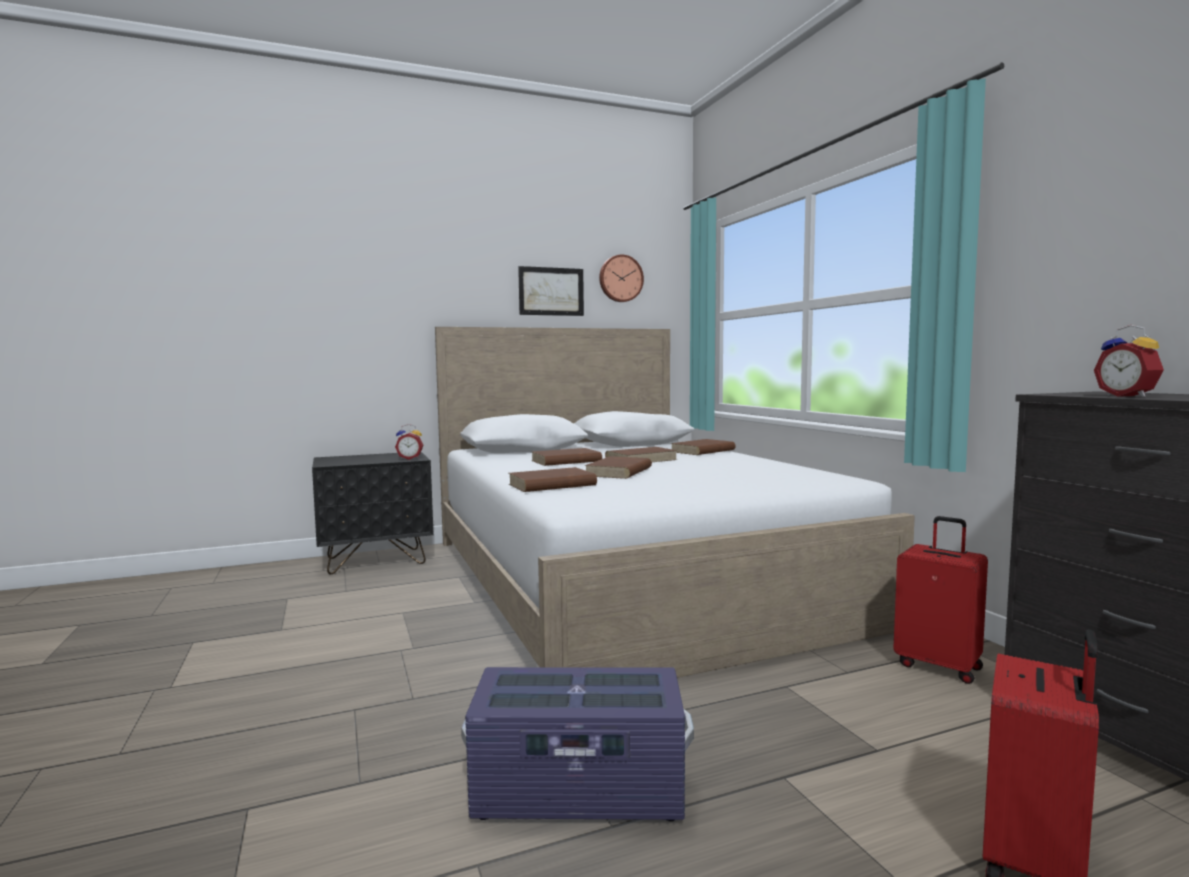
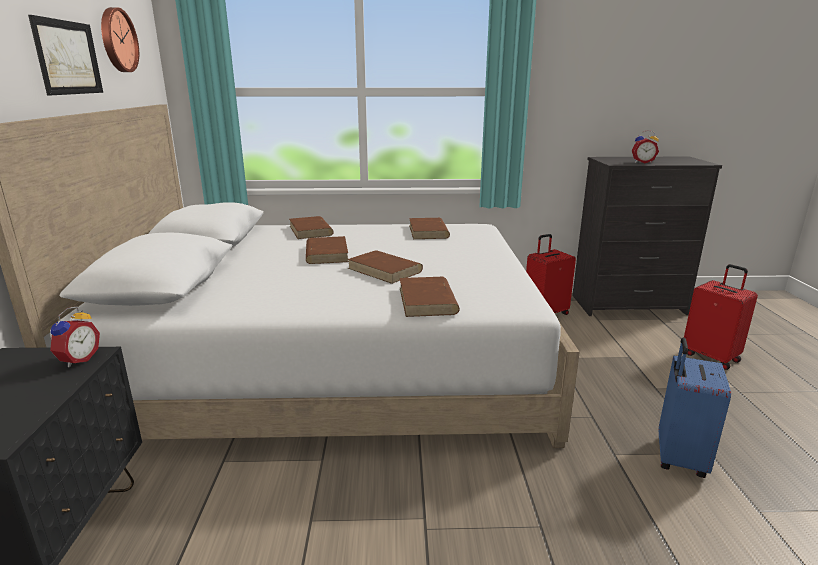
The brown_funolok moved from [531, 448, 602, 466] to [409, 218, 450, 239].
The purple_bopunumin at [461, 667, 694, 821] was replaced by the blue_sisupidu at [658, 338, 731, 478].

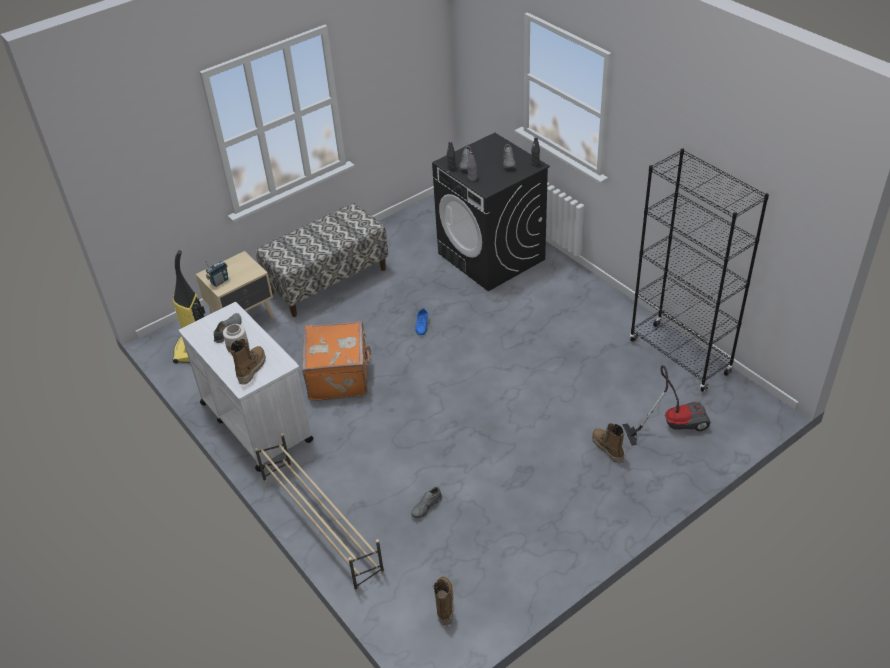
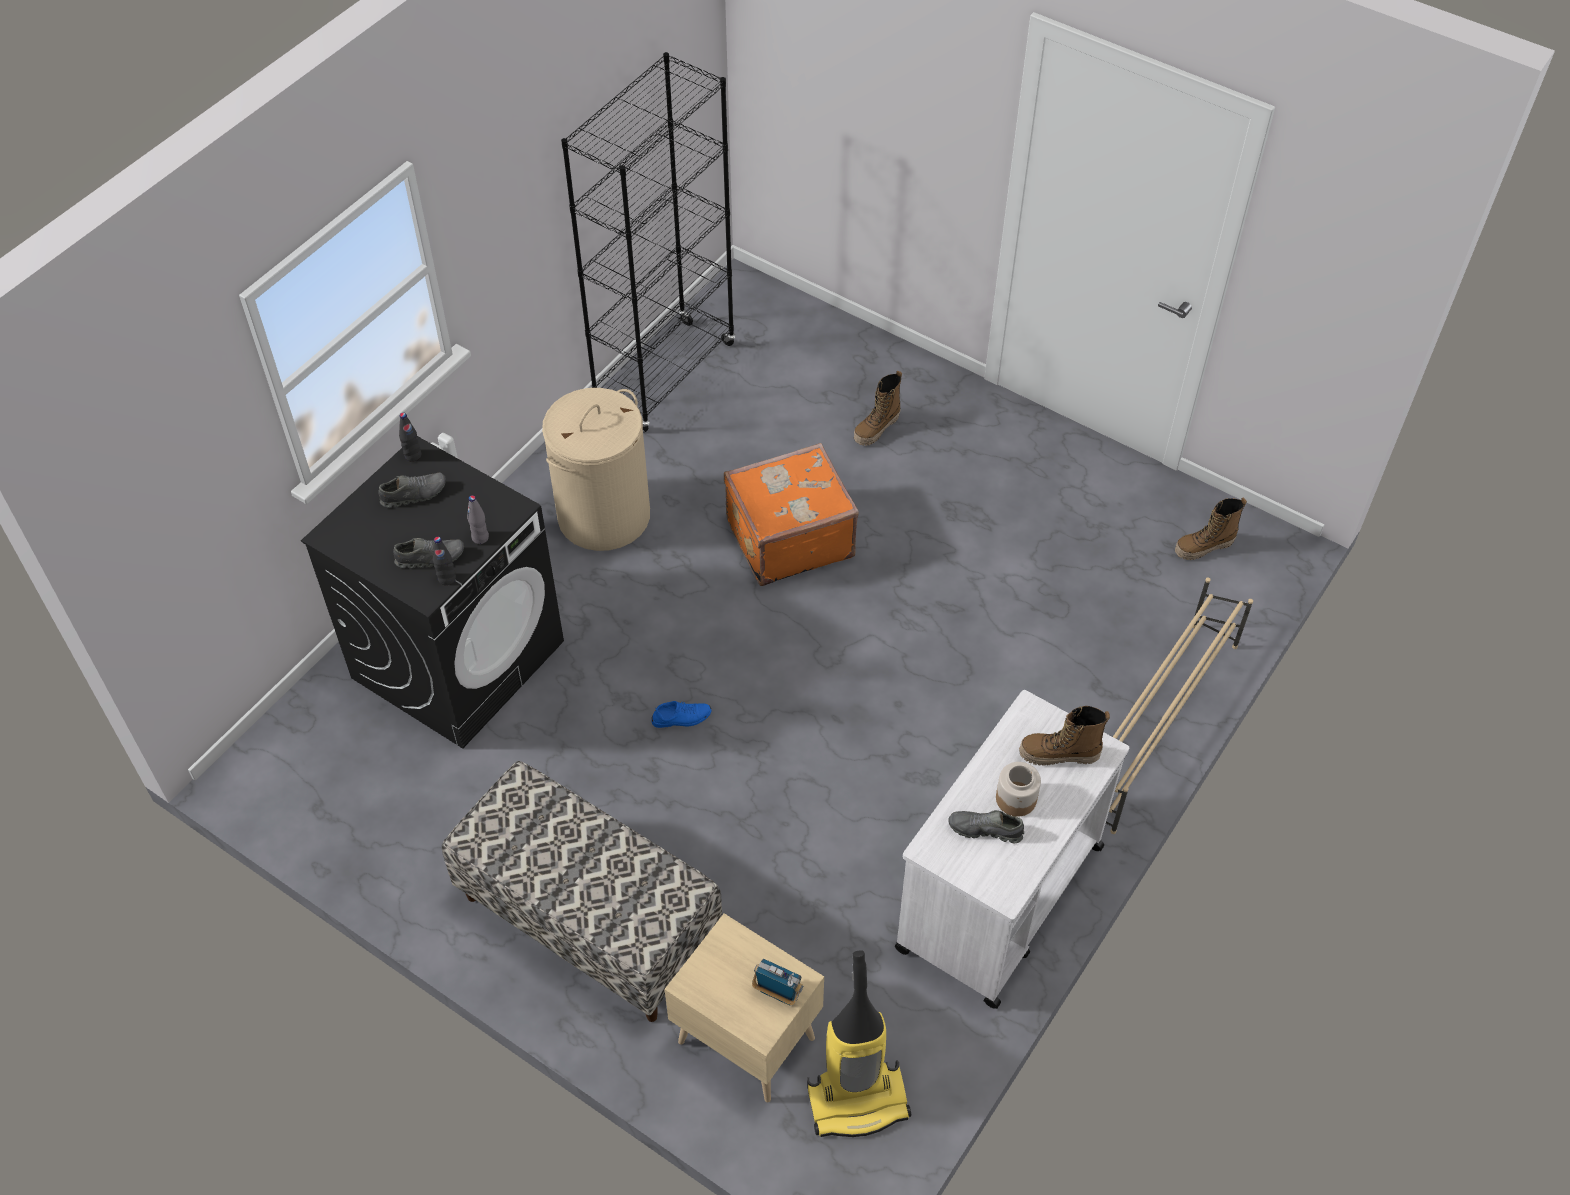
The orange_sisupidu moved from [302, 321, 371, 401] to [724, 443, 859, 586].
The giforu at [622, 365, 711, 446] disappeared.
The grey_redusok at [411, 486, 442, 519] disappeared.
The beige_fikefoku at [542, 388, 650, 551] appeared.

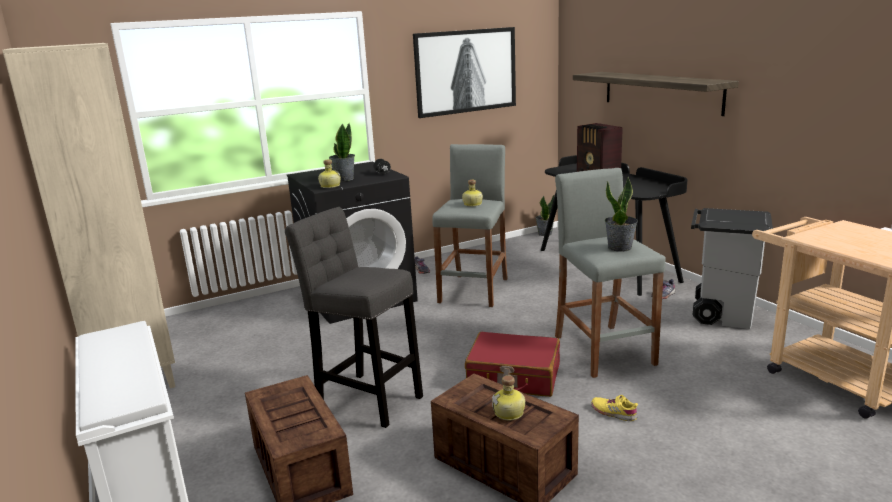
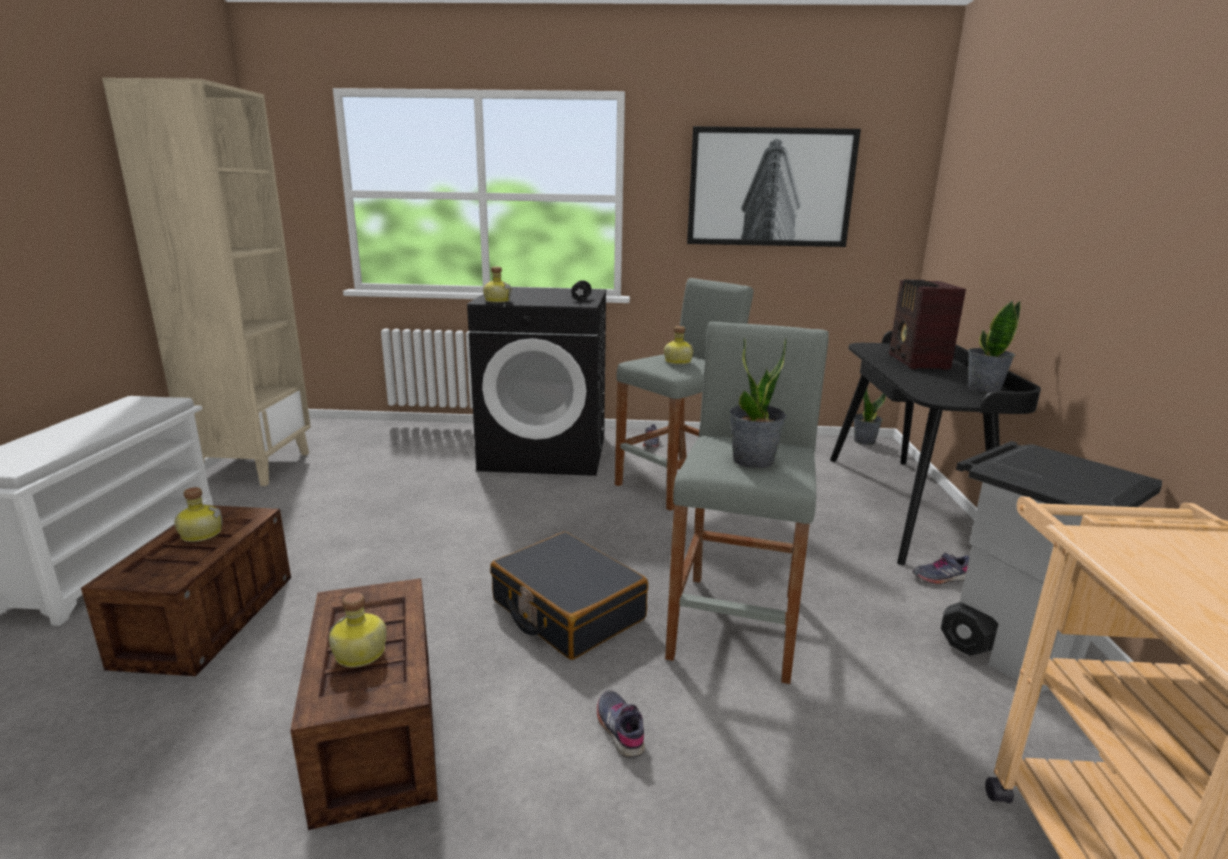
The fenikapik at [573, 72, 739, 116] disappeared.
The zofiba moved from [329, 123, 355, 181] to [968, 301, 1021, 393].
The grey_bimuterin at [285, 207, 423, 428] disappeared.
The red_sisupidu at [465, 332, 560, 397] became the black_sisupidu at [490, 532, 648, 660].
The yellow_redusok at [591, 395, 638, 421] became the grey_redusok at [597, 690, 645, 758].
The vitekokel at [174, 487, 223, 542] appeared.

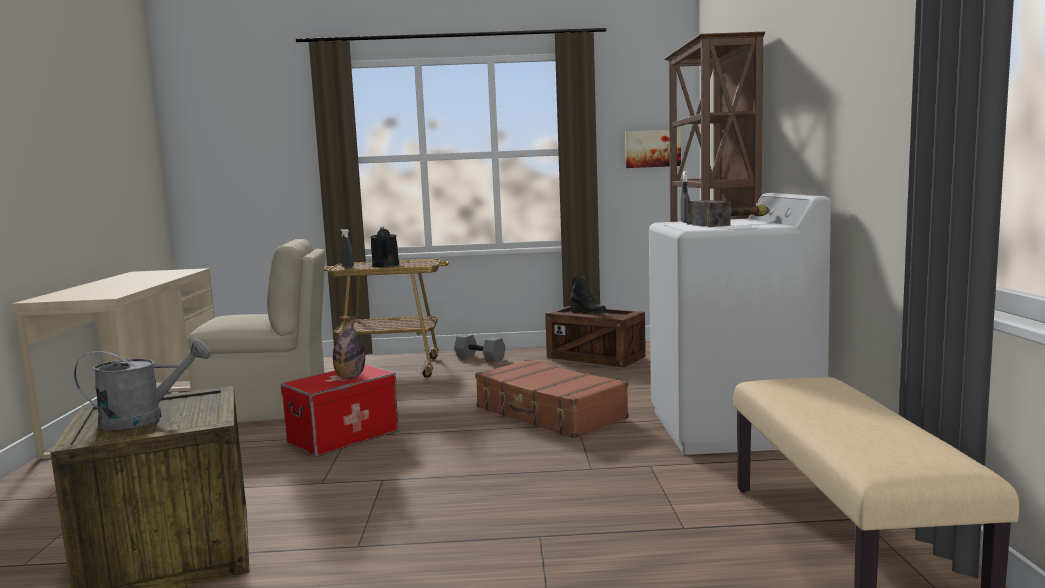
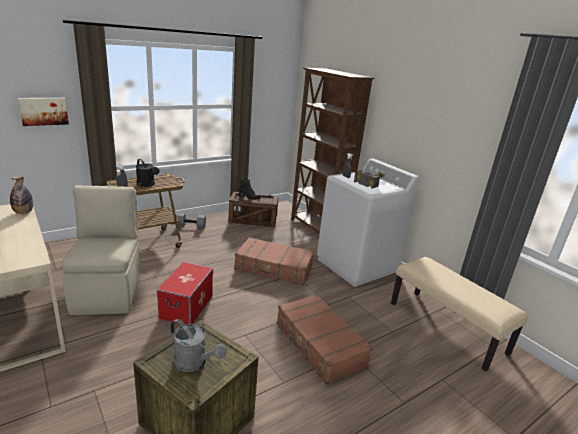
The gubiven moved from [625, 129, 681, 168] to [18, 98, 69, 126].
The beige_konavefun at [188, 239, 326, 423] turned 60 degrees counterclockwise.
The vitekokel moved from [333, 316, 365, 378] to [10, 176, 33, 214].
The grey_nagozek at [74, 339, 211, 430] turned 90 degrees clockwise.
The brown_sisupidu at [277, 294, 373, 384] appeared.

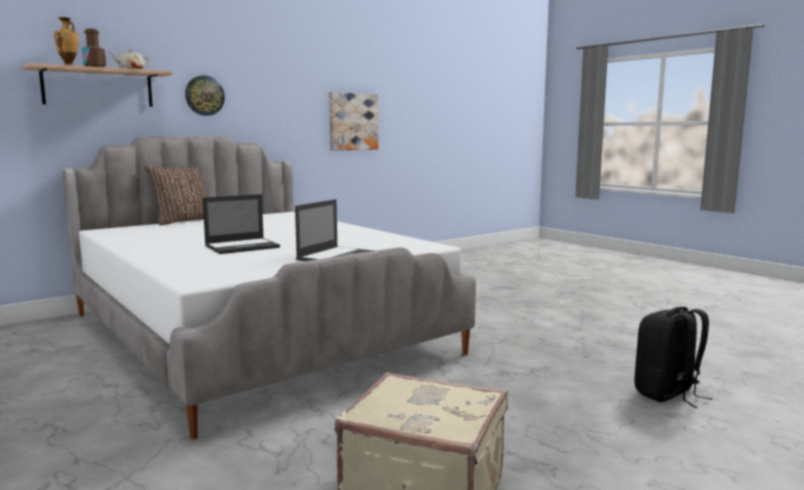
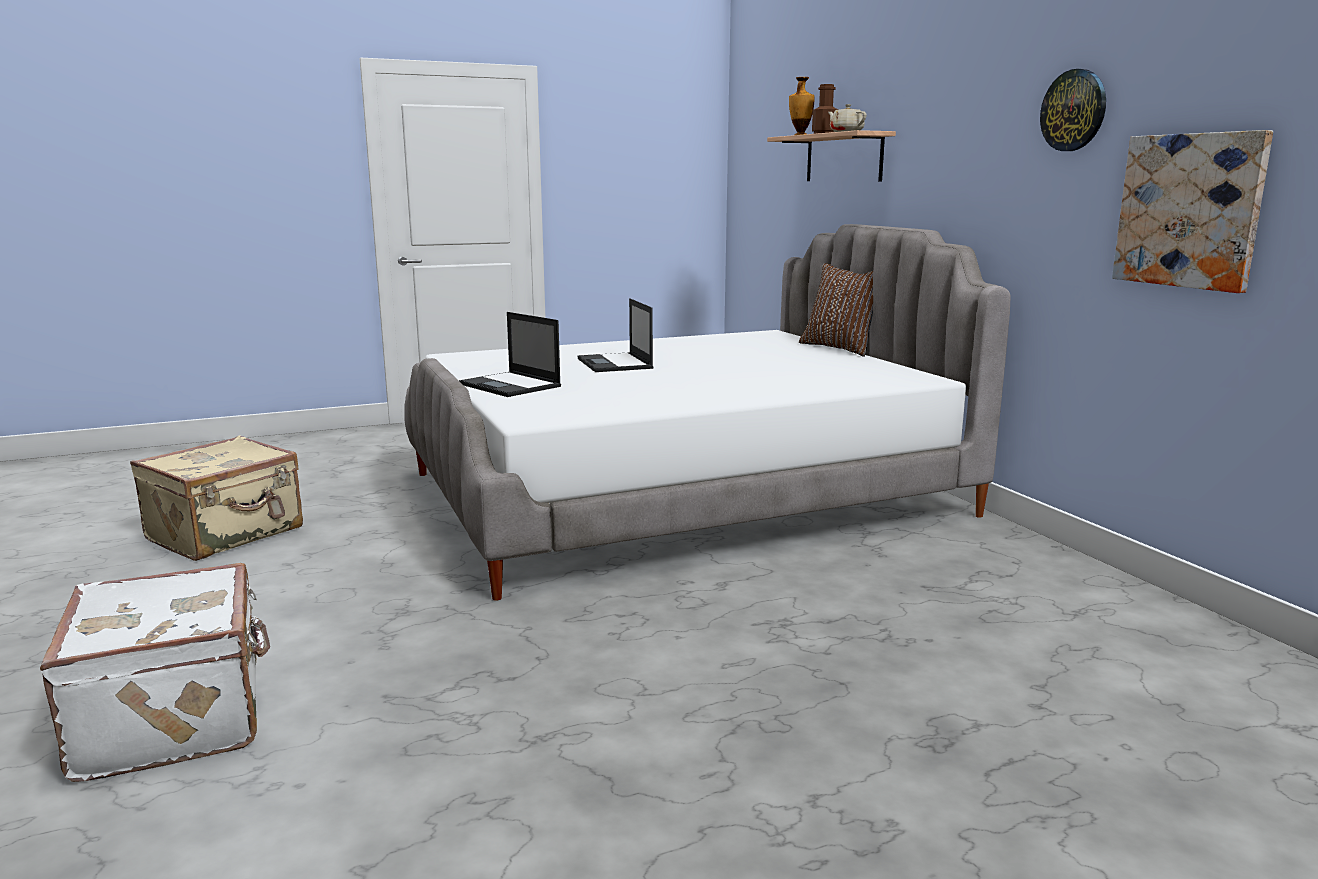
The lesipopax moved from [185, 75, 225, 116] to [1040, 69, 1106, 151].
The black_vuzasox at [635, 307, 712, 408] was replaced by the white_sisupidu at [40, 563, 270, 782].

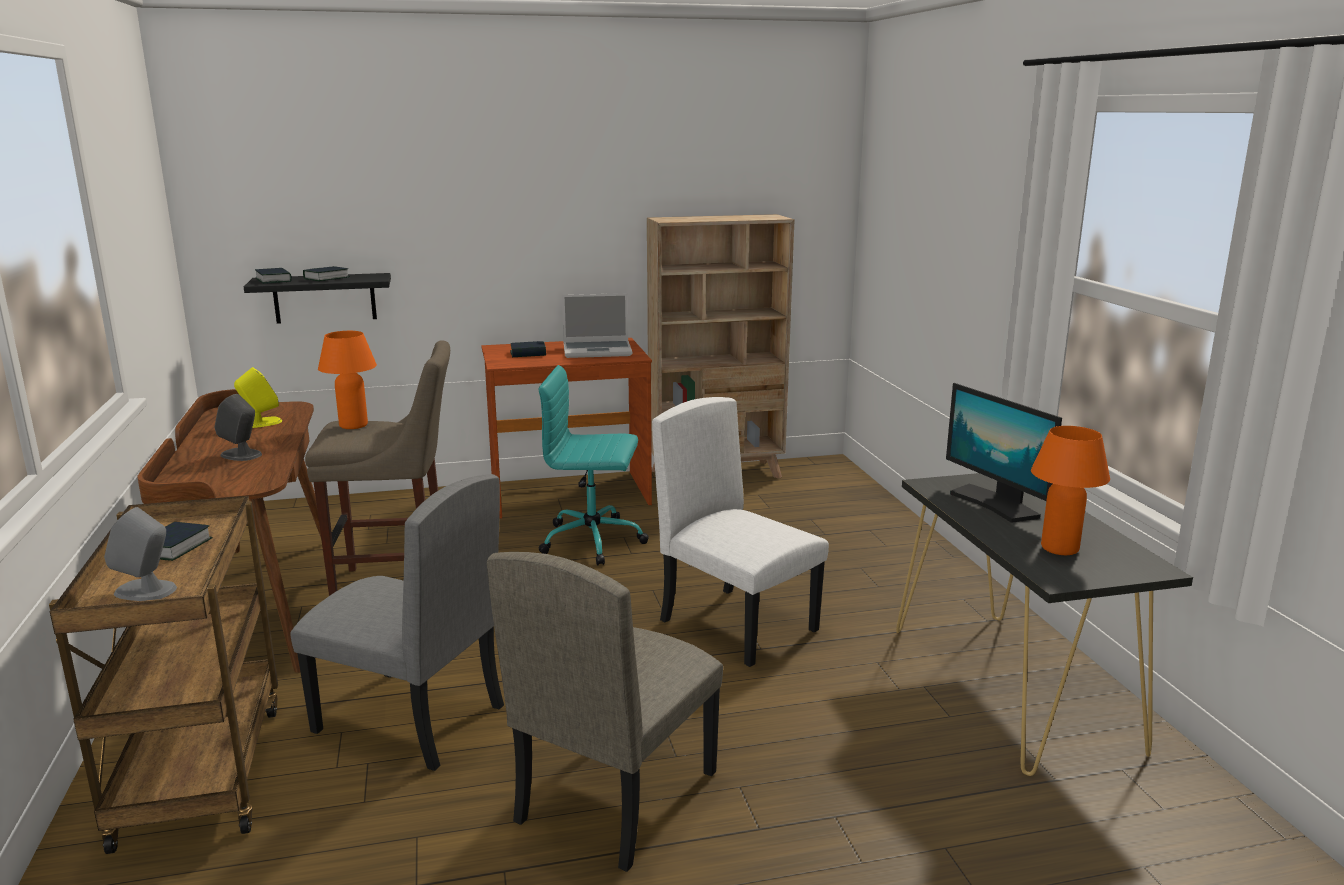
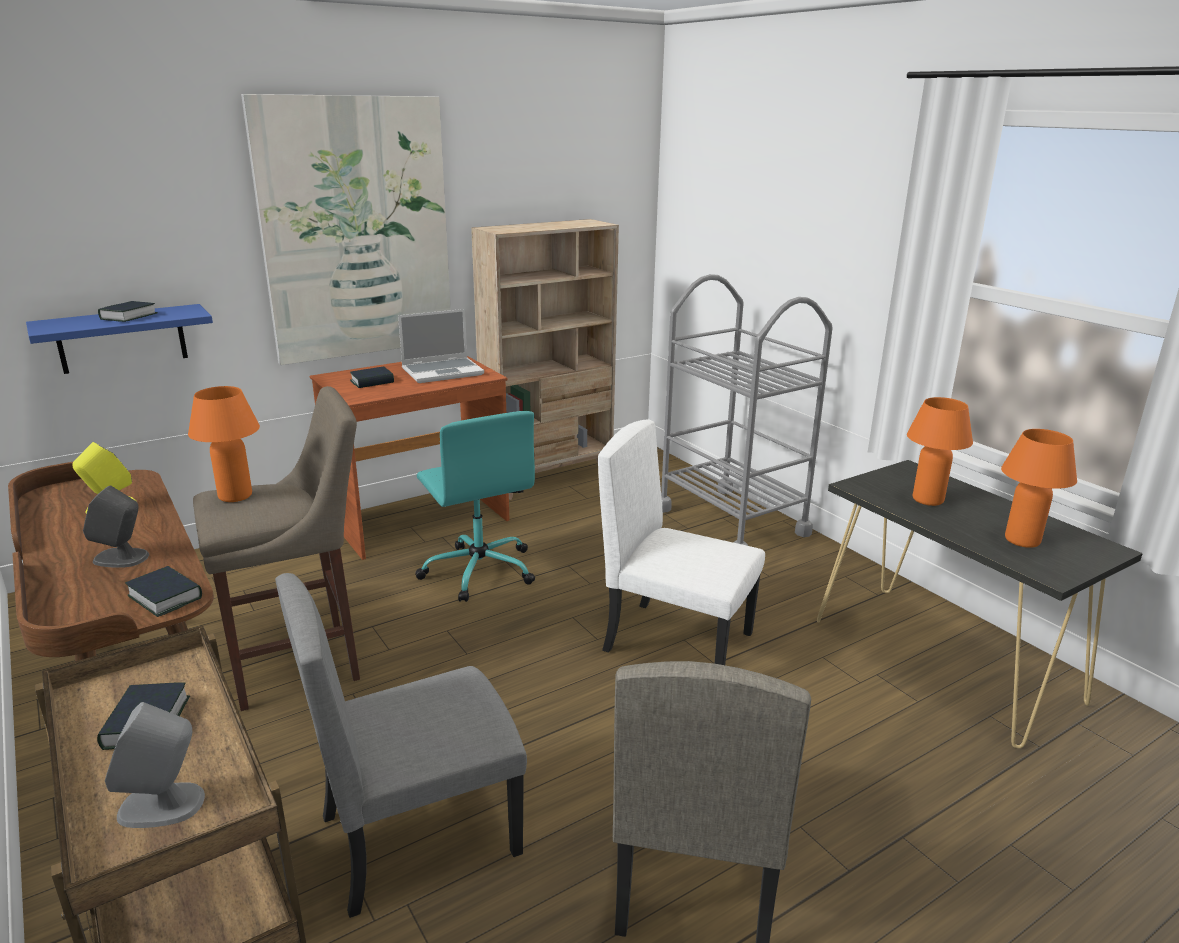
The funolok moved from [255, 268, 292, 284] to [125, 566, 202, 617].
The black_fenikapik at [244, 273, 391, 324] became the blue_fenikapik at [26, 304, 213, 374].
The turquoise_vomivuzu at [538, 365, 649, 566] turned 105 degrees counterclockwise.
The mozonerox at [946, 383, 1062, 523] was replaced by the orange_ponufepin at [907, 397, 973, 506].
The grey_konavefun at [290, 474, 504, 771] turned 150 degrees clockwise.
The gubiven at [241, 94, 451, 365] appeared.
The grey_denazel at [661, 274, 833, 546] appeared.

